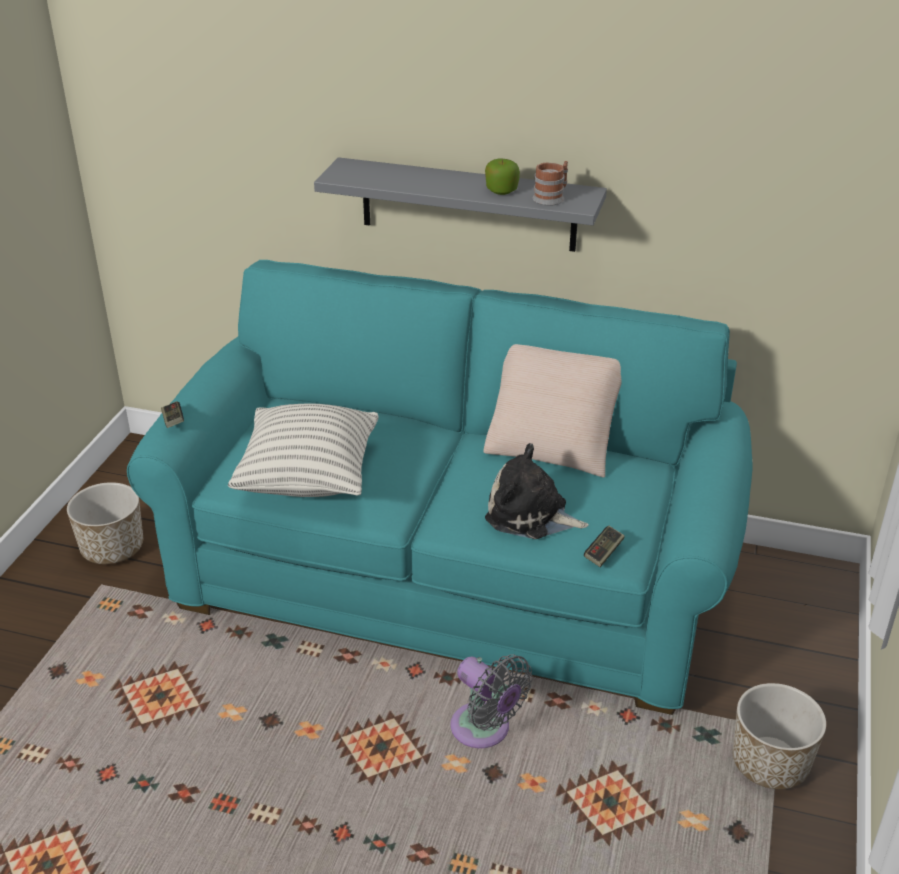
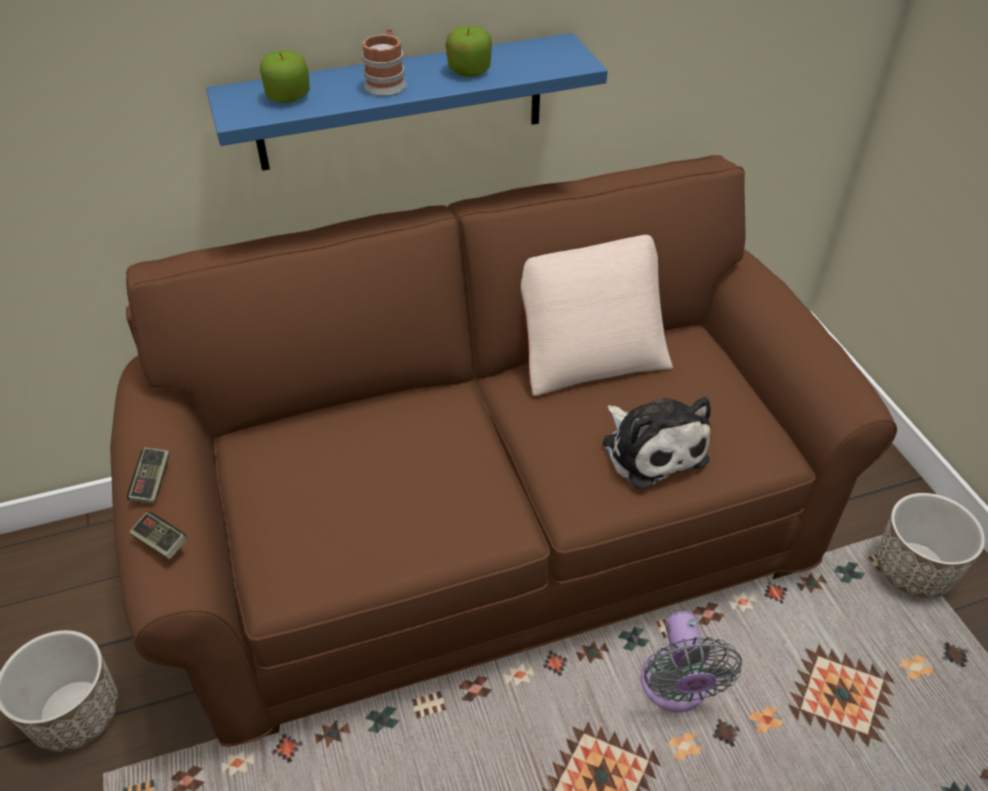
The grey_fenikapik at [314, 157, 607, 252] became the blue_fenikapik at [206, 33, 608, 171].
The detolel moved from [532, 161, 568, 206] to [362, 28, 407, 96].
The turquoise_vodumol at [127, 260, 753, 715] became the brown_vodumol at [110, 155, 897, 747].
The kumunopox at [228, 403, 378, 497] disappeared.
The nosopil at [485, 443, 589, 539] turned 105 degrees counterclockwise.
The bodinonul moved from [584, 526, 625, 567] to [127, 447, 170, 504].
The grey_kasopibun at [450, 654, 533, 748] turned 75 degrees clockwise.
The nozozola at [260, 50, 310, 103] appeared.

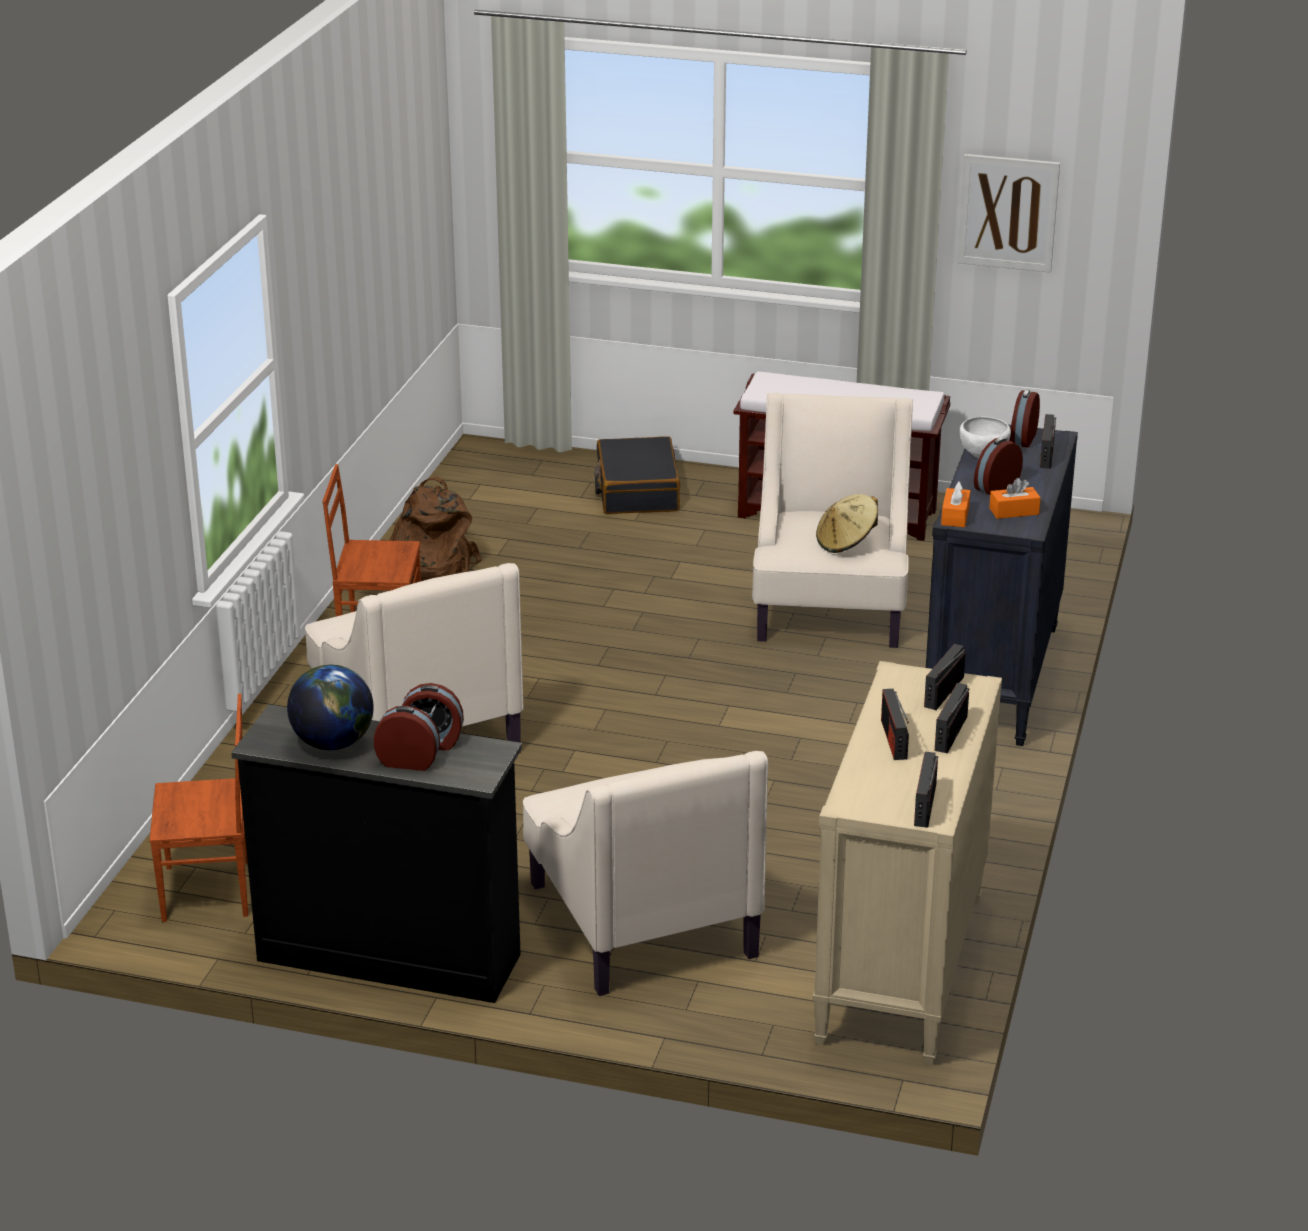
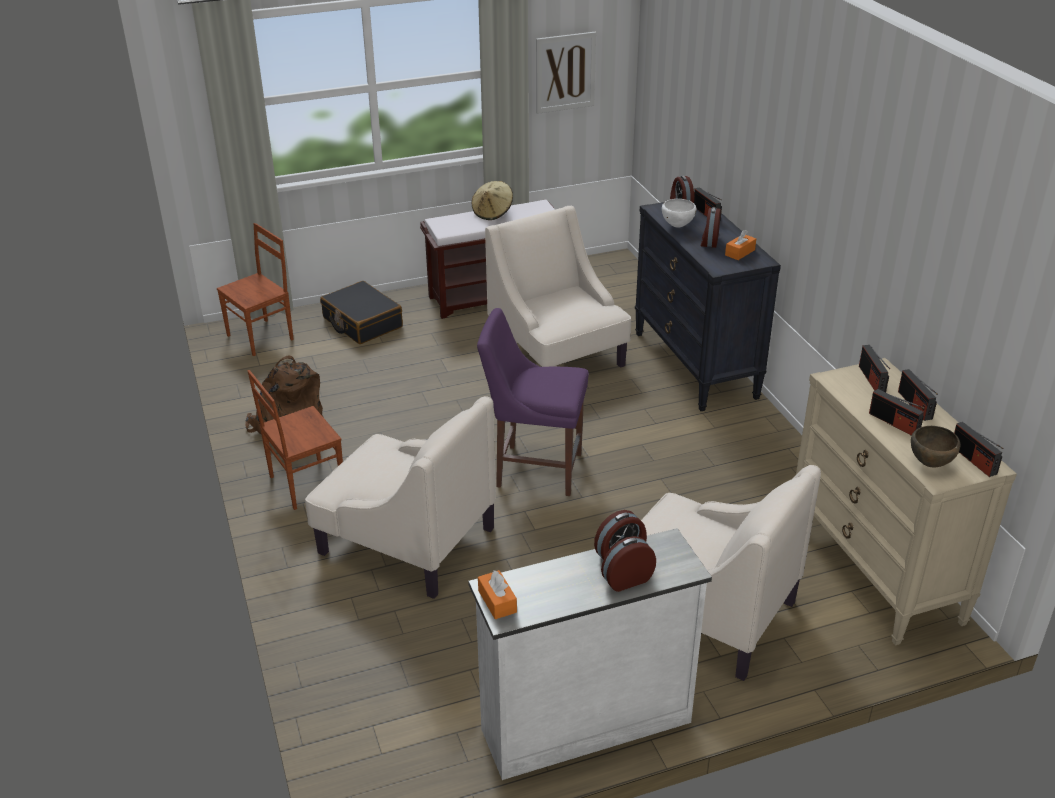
The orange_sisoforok moved from [941, 481, 970, 527] to [478, 570, 517, 619].
The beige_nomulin moved from [816, 494, 878, 553] to [472, 181, 513, 220].
The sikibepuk at [287, 665, 374, 750] disappeared.
The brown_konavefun moved from [149, 694, 248, 922] to [217, 223, 294, 356].
The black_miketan at [231, 704, 522, 1003] became the white_miketan at [468, 528, 712, 780].
The purple_konavefun at [477, 308, 589, 496] appeared.
The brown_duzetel at [911, 426, 961, 467] appeared.

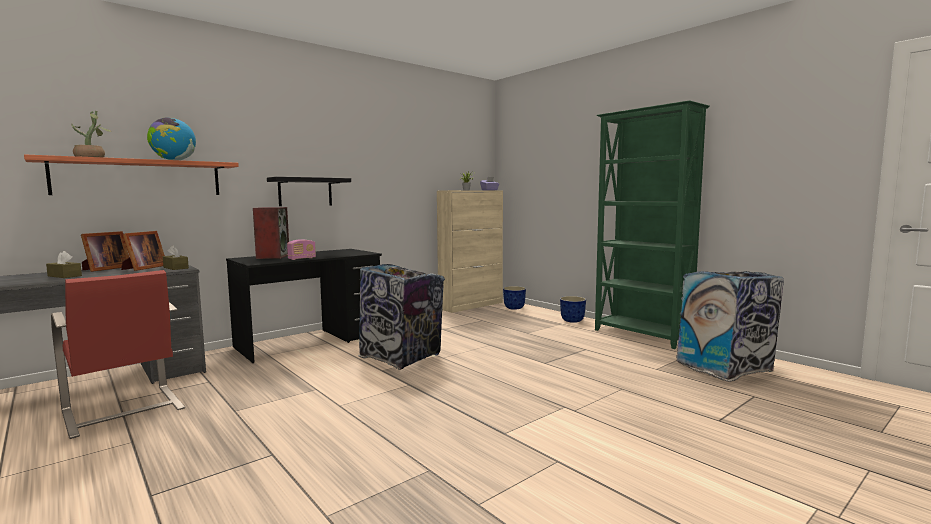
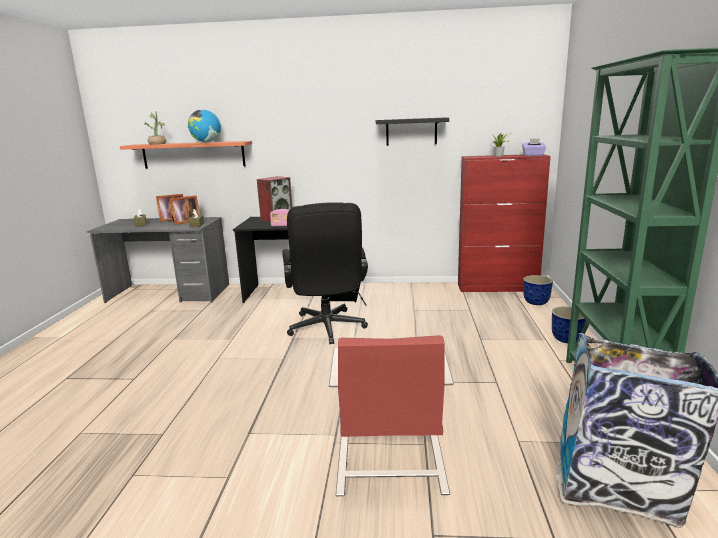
The black_fenikapik moved from [267, 177, 351, 206] to [376, 117, 449, 146].
The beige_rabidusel at [437, 190, 503, 313] became the red_rabidusel at [458, 154, 551, 292].
The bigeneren at [358, 264, 445, 370] was replaced by the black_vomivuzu at [282, 202, 368, 344].
The red_konavefun moved from [51, 270, 185, 439] to [329, 335, 454, 496].

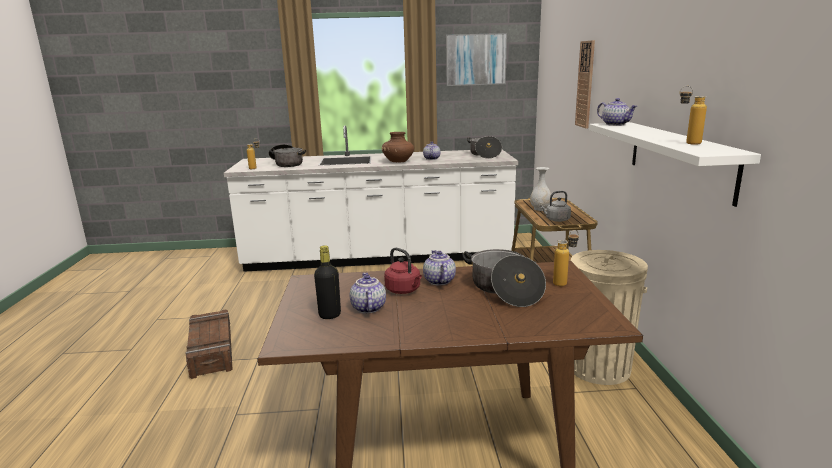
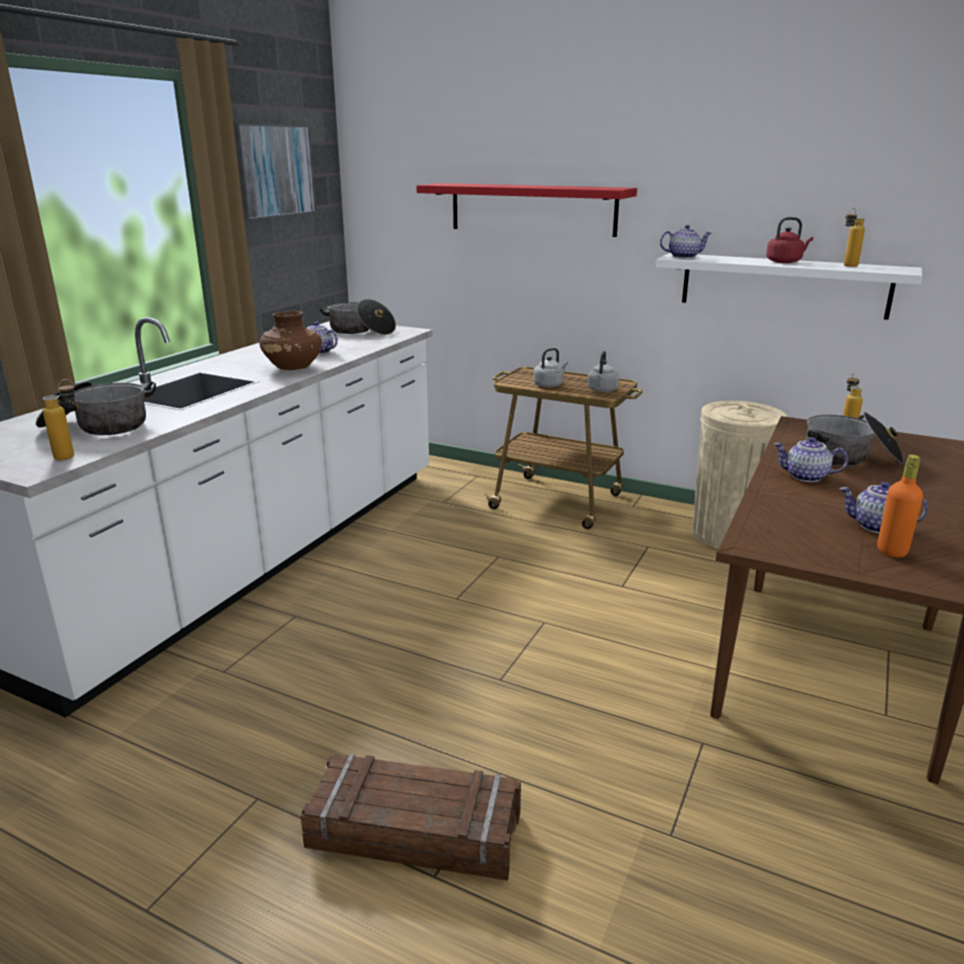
The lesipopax at [575, 40, 595, 129] was replaced by the red_fenikapik at [416, 183, 637, 237].
The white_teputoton at [530, 167, 551, 211] was replaced by the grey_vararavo at [533, 348, 568, 388].
The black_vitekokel at [314, 245, 341, 319] became the orange_vitekokel at [877, 455, 923, 557].
The red_vararavo moved from [384, 248, 422, 294] to [766, 217, 813, 263].

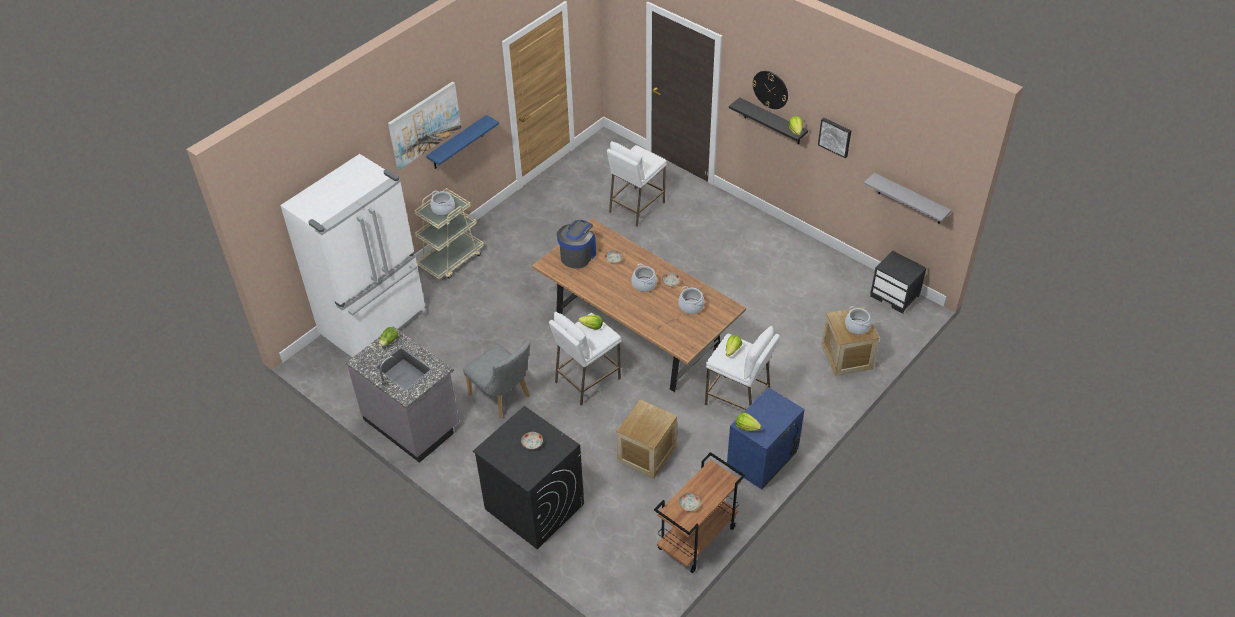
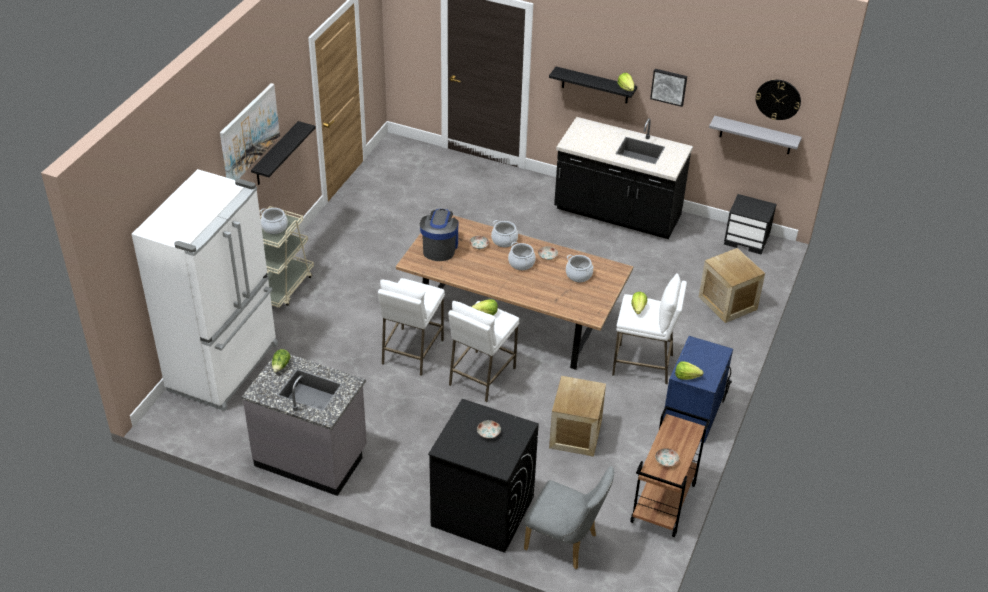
The lesipopax moved from [752, 71, 788, 109] to [756, 80, 801, 120].
The blue_fenikapik at [426, 115, 499, 169] became the black_fenikapik at [251, 121, 316, 185].
The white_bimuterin moved from [607, 141, 667, 227] to [378, 278, 445, 376].
The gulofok moved from [845, 306, 871, 334] to [491, 220, 518, 247].
The grey_konavefun moved from [463, 340, 531, 418] to [524, 466, 615, 569].
The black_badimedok at [554, 117, 693, 239] appeared.

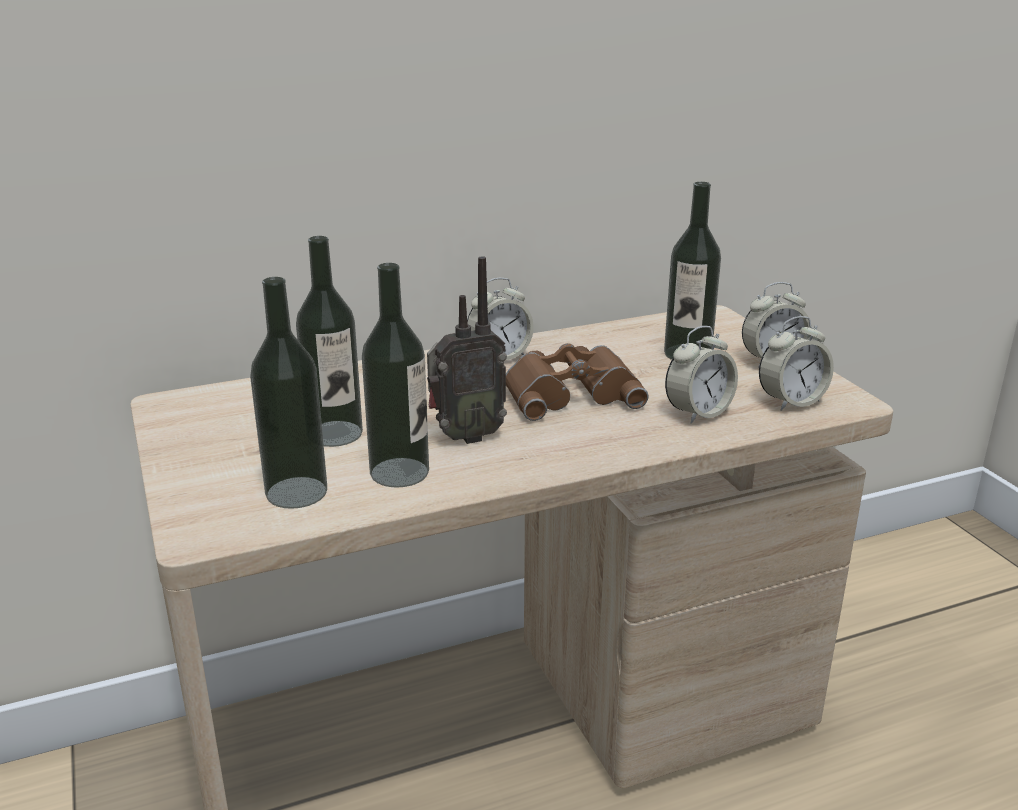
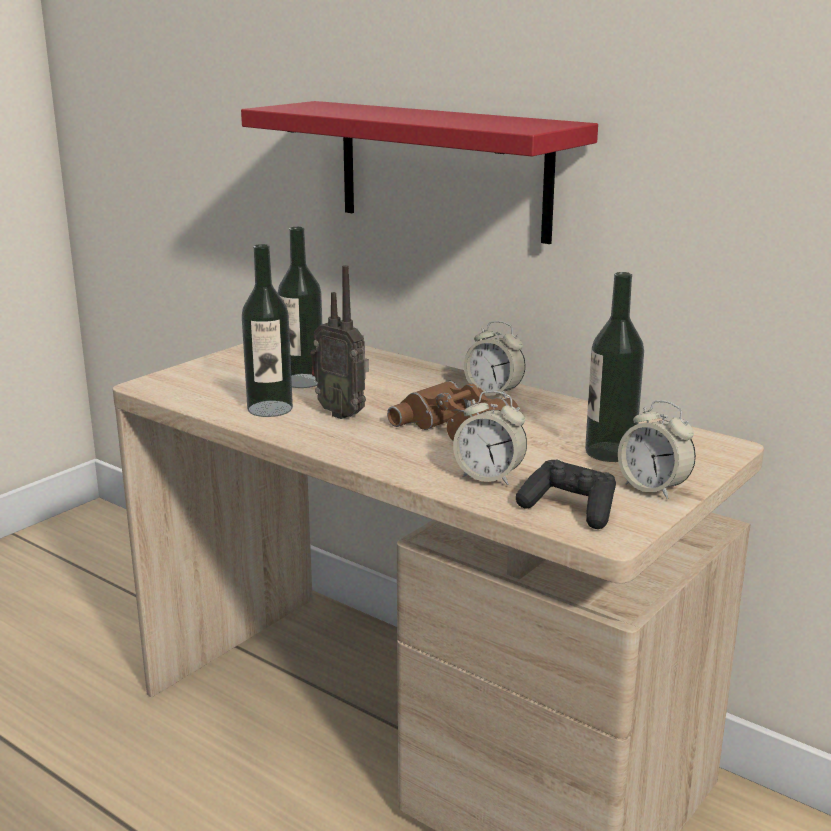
The vitekokel at [250, 277, 327, 509] disappeared.
The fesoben at [759, 316, 834, 411] was replaced by the black_bodinonul at [516, 459, 616, 529].
The red_fenikapik at [241, 101, 598, 244] appeared.

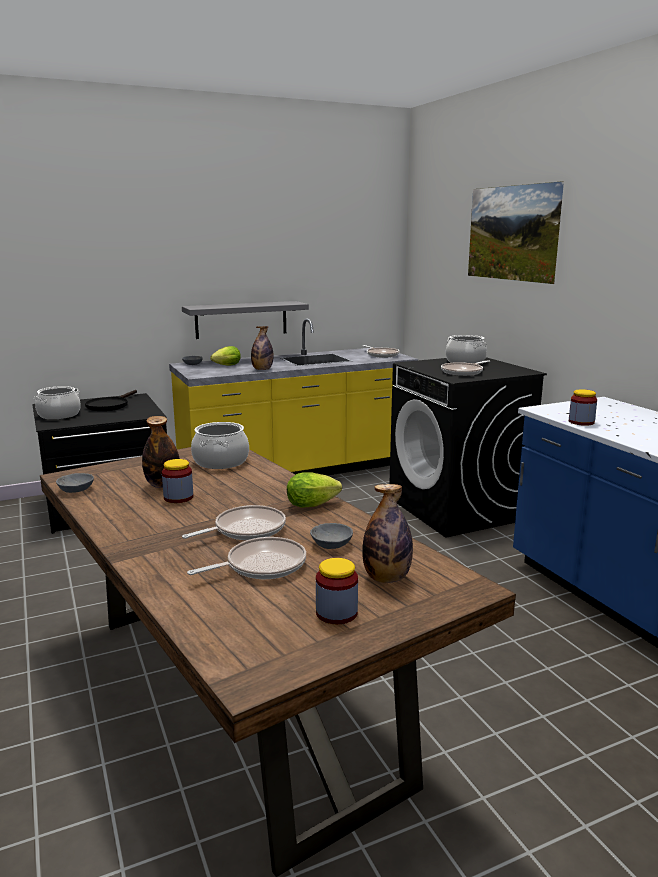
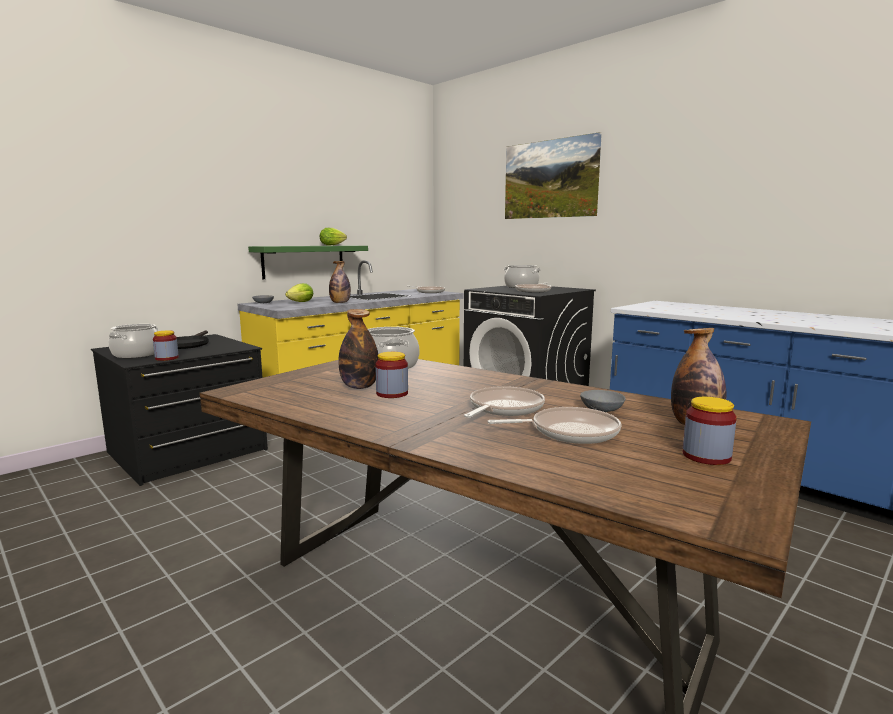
The grey_fenikapik at [182, 301, 309, 339] became the green_fenikapik at [248, 246, 368, 279].
The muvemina moved from [569, 389, 597, 426] to [153, 330, 179, 361].
The grey_duzetel at [56, 473, 94, 493] disappeared.
The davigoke moved from [287, 473, 342, 507] to [320, 228, 347, 246].
The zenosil at [187, 537, 306, 579] turned 45 degrees clockwise.

